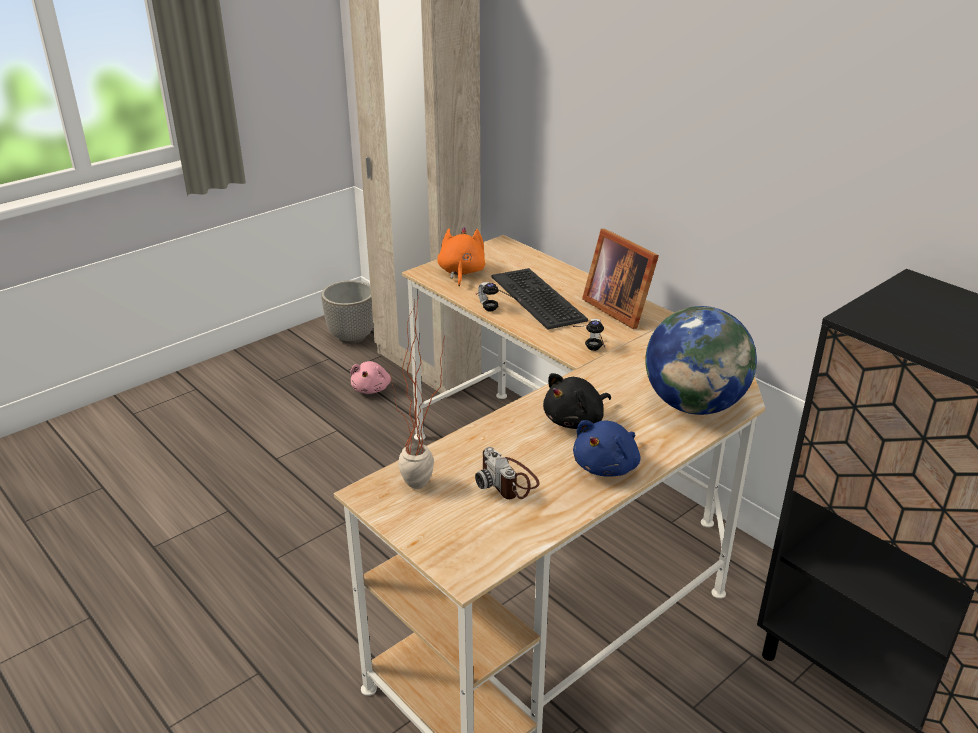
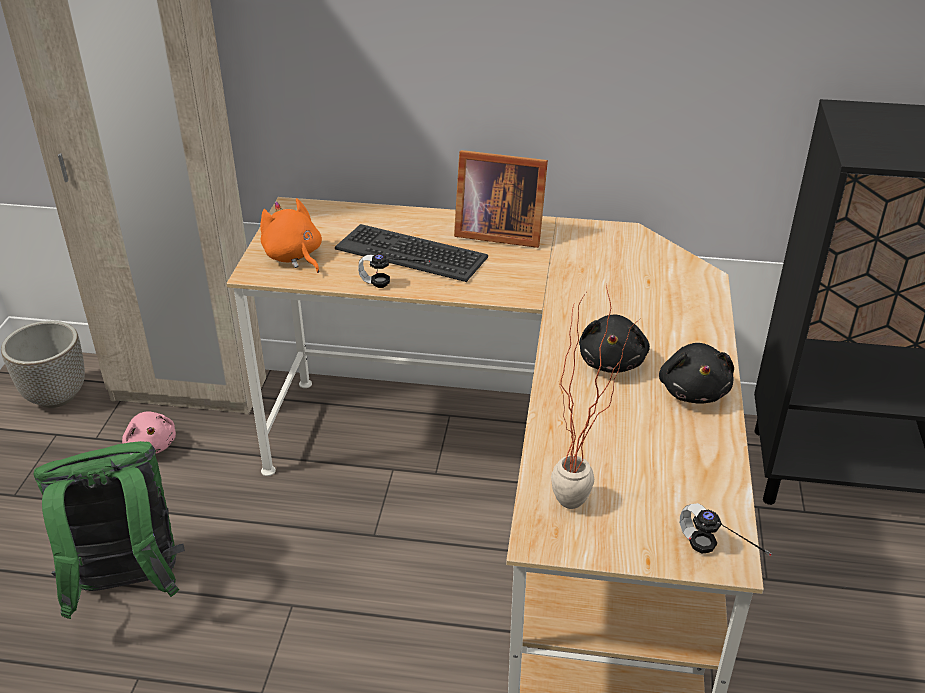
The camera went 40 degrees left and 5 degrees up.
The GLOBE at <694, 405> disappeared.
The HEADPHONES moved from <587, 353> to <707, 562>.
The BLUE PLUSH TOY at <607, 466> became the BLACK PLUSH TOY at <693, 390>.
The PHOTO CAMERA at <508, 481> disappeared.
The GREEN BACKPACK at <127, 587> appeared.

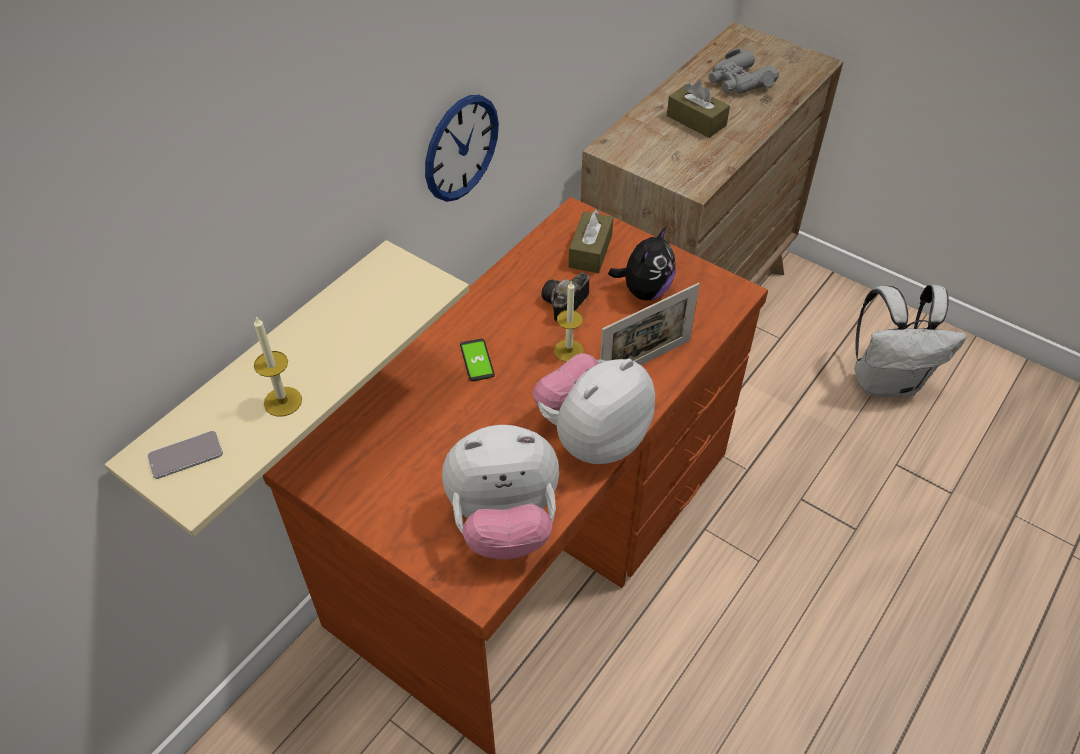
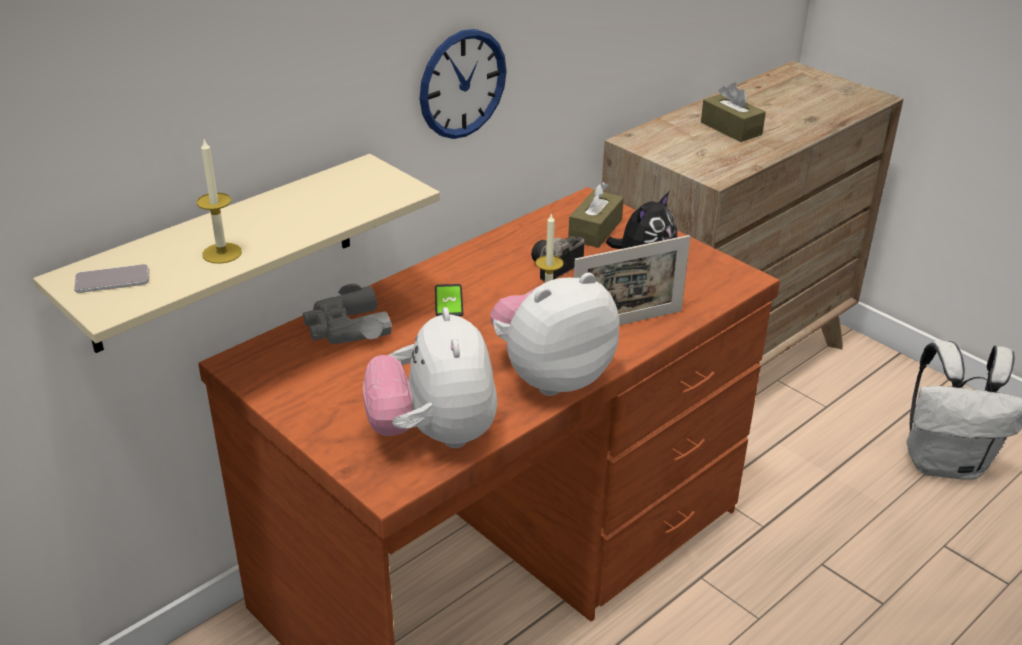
The camera went 10 degrees right and 15 degrees down.
The GREY BINOCULARS moved from <739, 81> to <346, 328>.
The PLUSH TOY at <504, 523> turned 75 degrees clockwise.

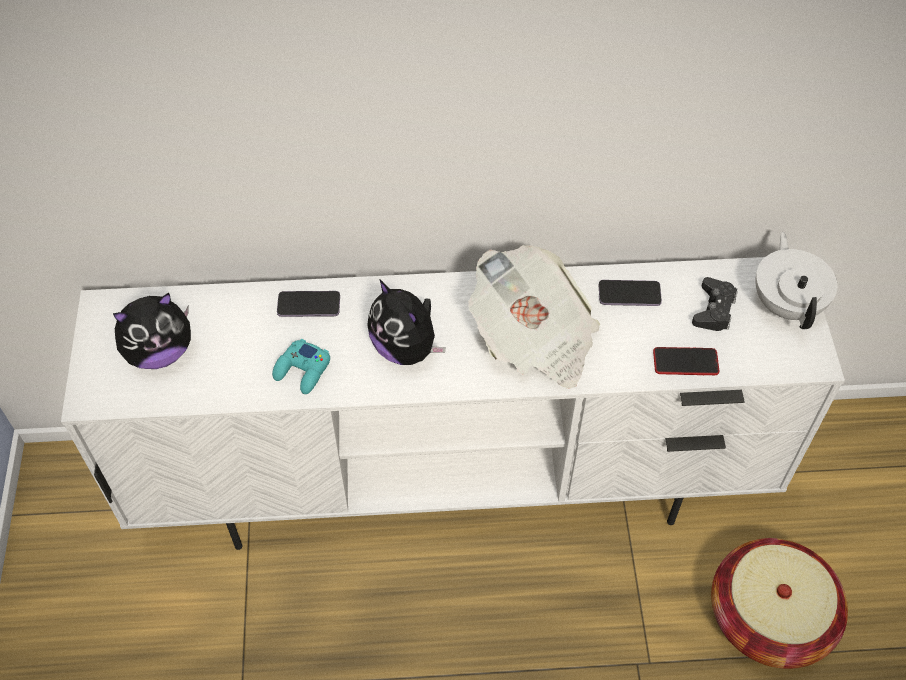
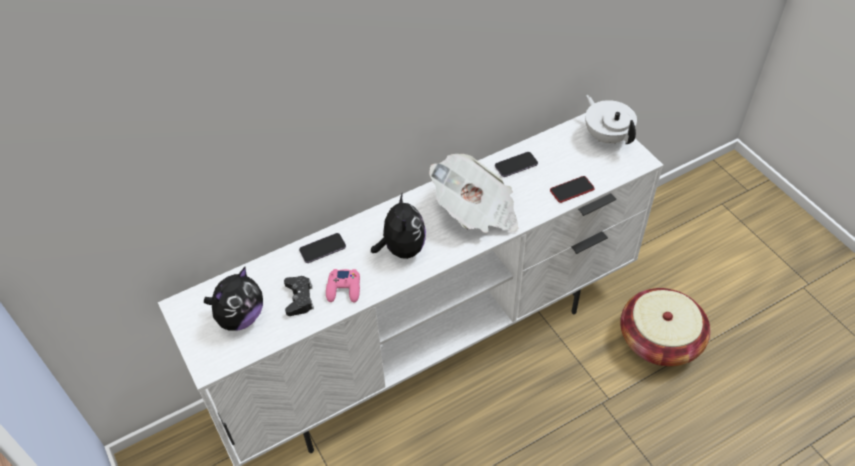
The camera went 25 degrees left and 5 degrees down.
The BLACK GAME CONTROLLER moved from <714, 309> to <299, 298>.
The PLUSH TOY at <406, 348> turned 120 degrees counterclockwise.
The TURQUOISE GAME CONTROLLER at <303, 370> became the PINK GAME CONTROLLER at <344, 289>.

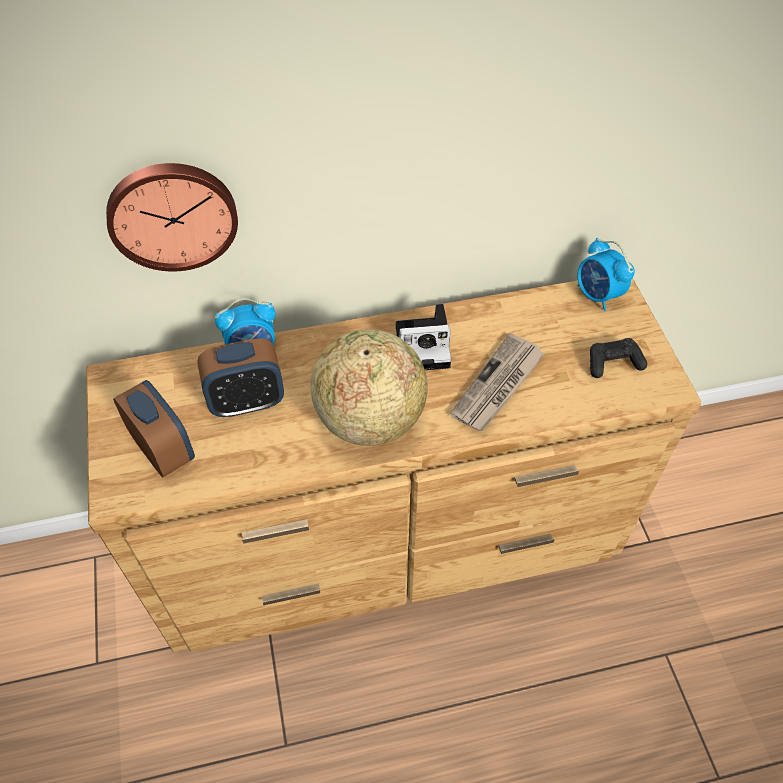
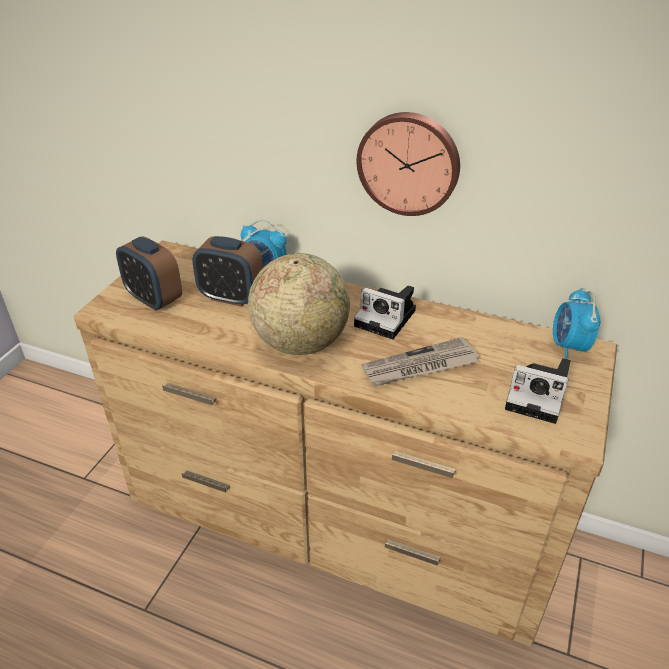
The camera went 35 degrees right and 15 degrees down.
The WALL CLOCK moved from <172, 214> to <409, 163>.
The BLACK GAME CONTROLLER at <613, 363> was replaced by the PHOTO CAMERA at <538, 396>.
The ALARM CLOCK at <164, 450> turned 135 degrees clockwise.

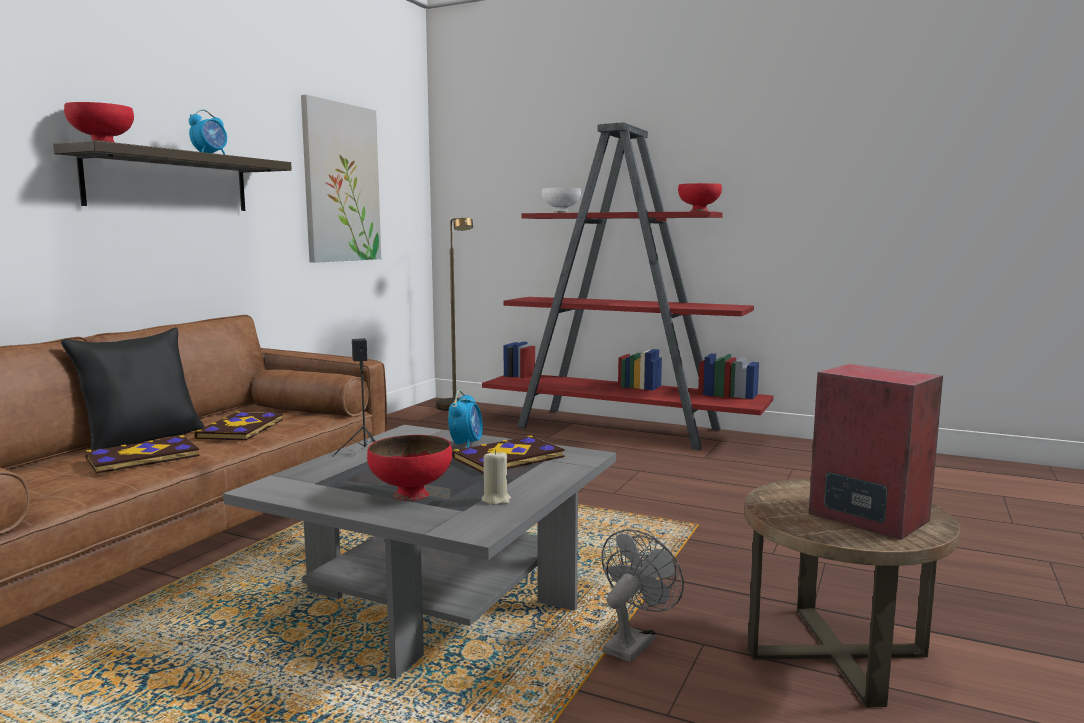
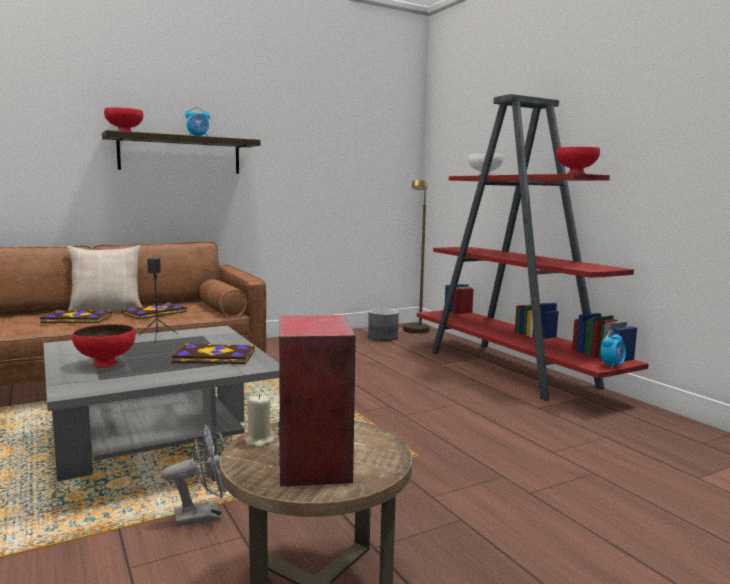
The camera went 35 degrees right and 0 degrees up.
The PICTURE at <341, 183> disappeared.
The BLACK PILLOW at <142, 439> became the BEIGE PILLOW at <107, 310>.
The ALARM CLOCK moved from <466, 444> to <612, 365>.
The BEIGE CANDLE moved from <496, 500> to <259, 441>.
The GREY PLANTER at <383, 337> appeared.

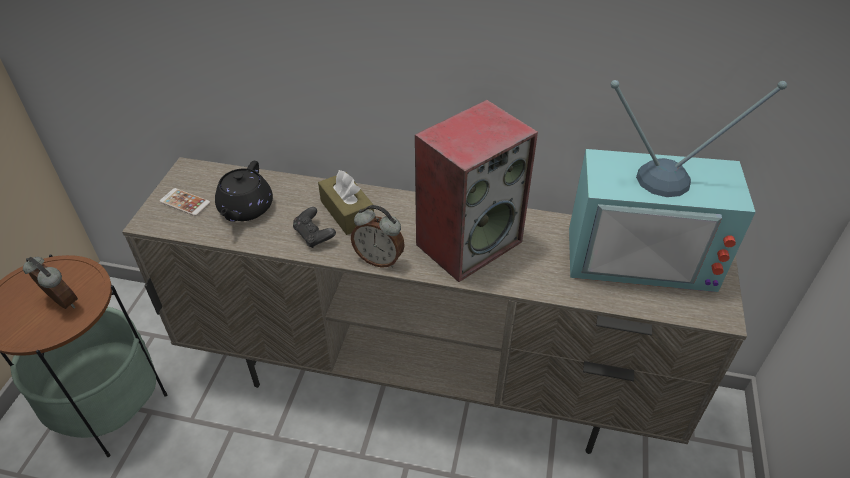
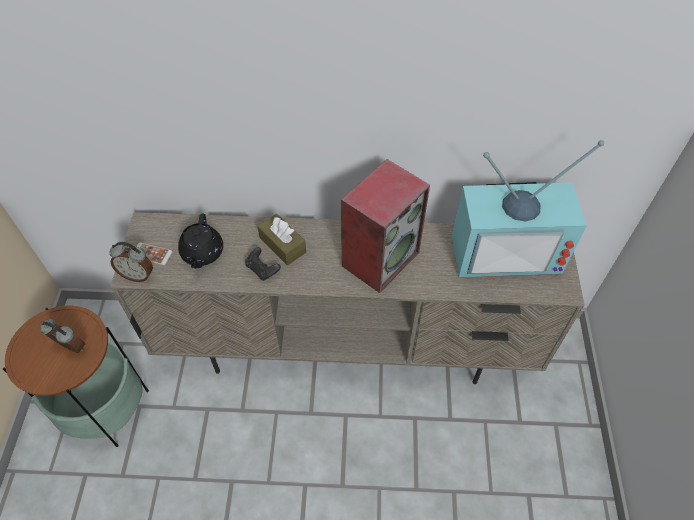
The camera went 10 degrees left and 10 degrees up.
The ALARM CLOCK moved from <379, 259> to <138, 275>.

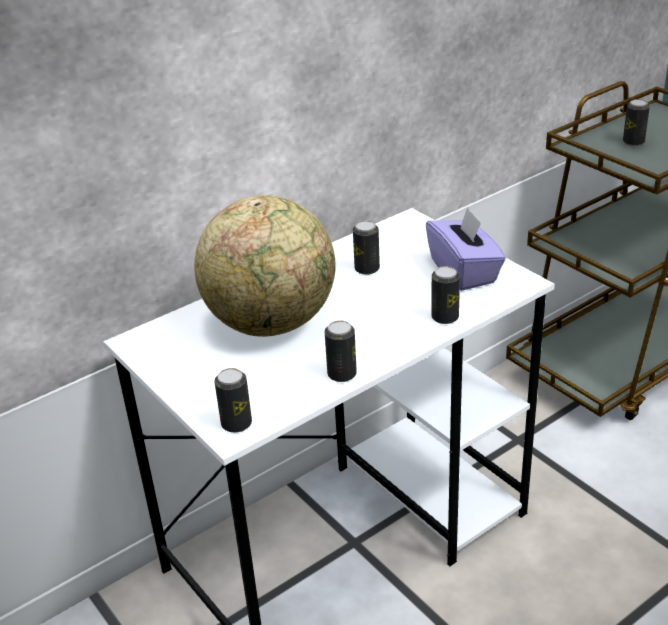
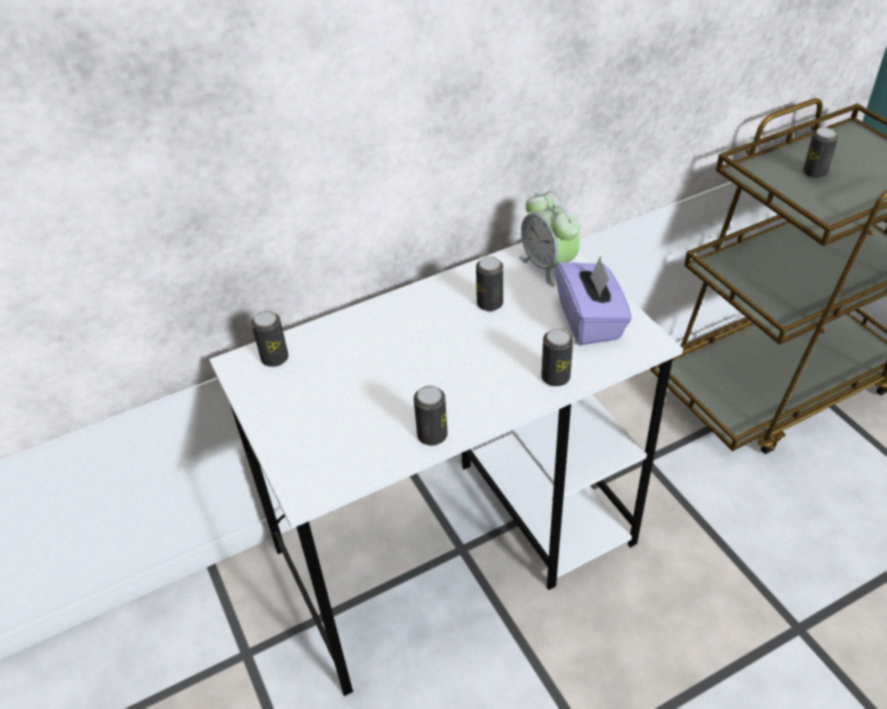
The camera went 10 degrees right and 10 degrees up.
The GLOBE at <272, 323> disappeared.
The CAN moved from <236, 424> to <275, 358>.
The ALARM CLOCK at <548, 266> appeared.

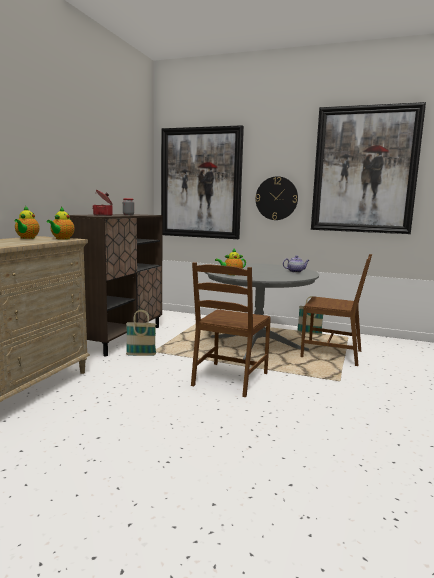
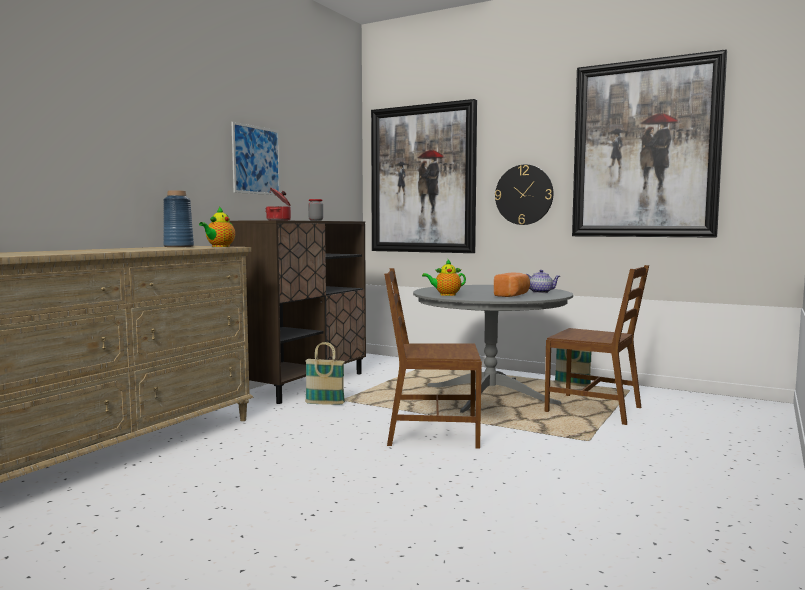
The camera went 10 degrees right and 5 degrees down.
The TEAPOT at <27, 238> was replaced by the BLUE VASE at <178, 246>.
The BROWN CHAIR at <229, 379> turned 60 degrees clockwise.
The PICTURE at <256, 160> appeared.
The BREAD at <513, 295> appeared.

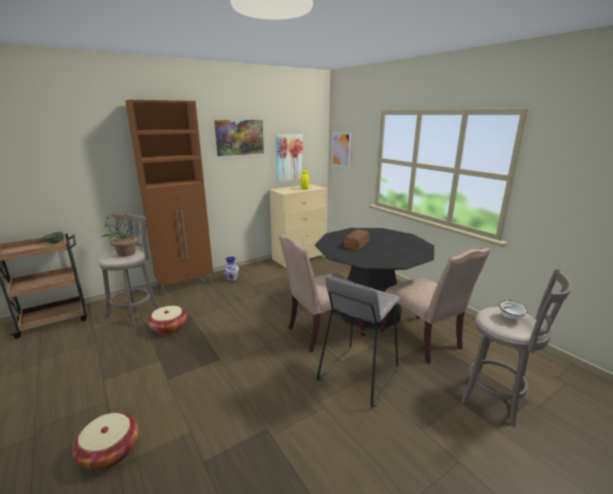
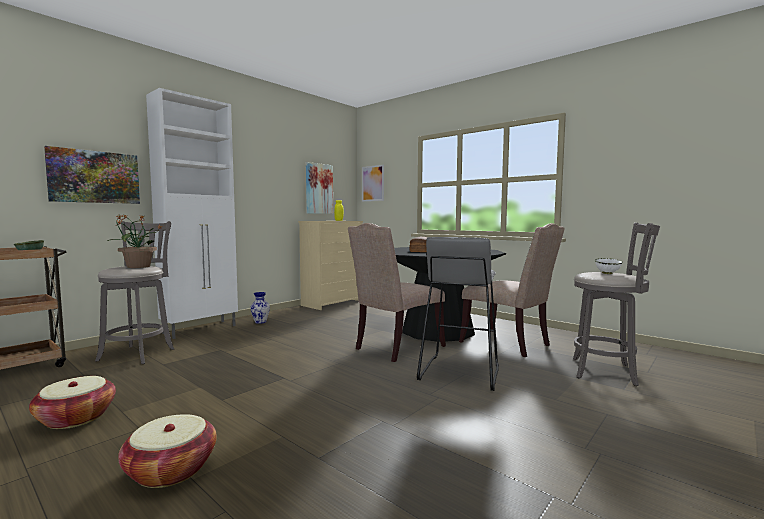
The camera went 15 degrees left and 15 degrees down.
The BROWN CABINET at <186, 285> became the WHITE CABINET at <201, 329>.
The PICTURE moved from <239, 137> to <94, 177>.
The BASKET moved from <169, 328> to <76, 418>.

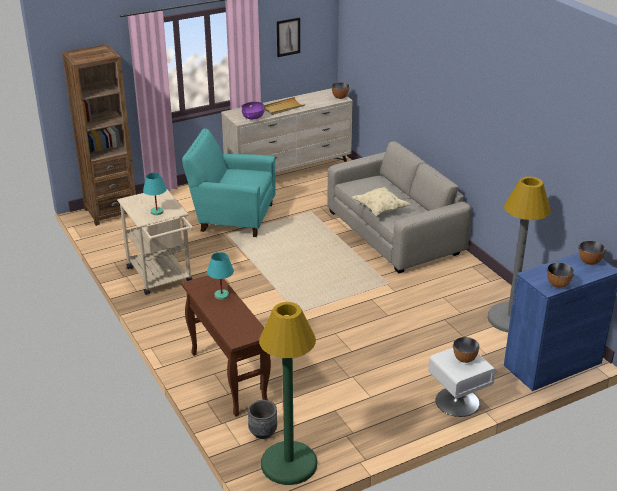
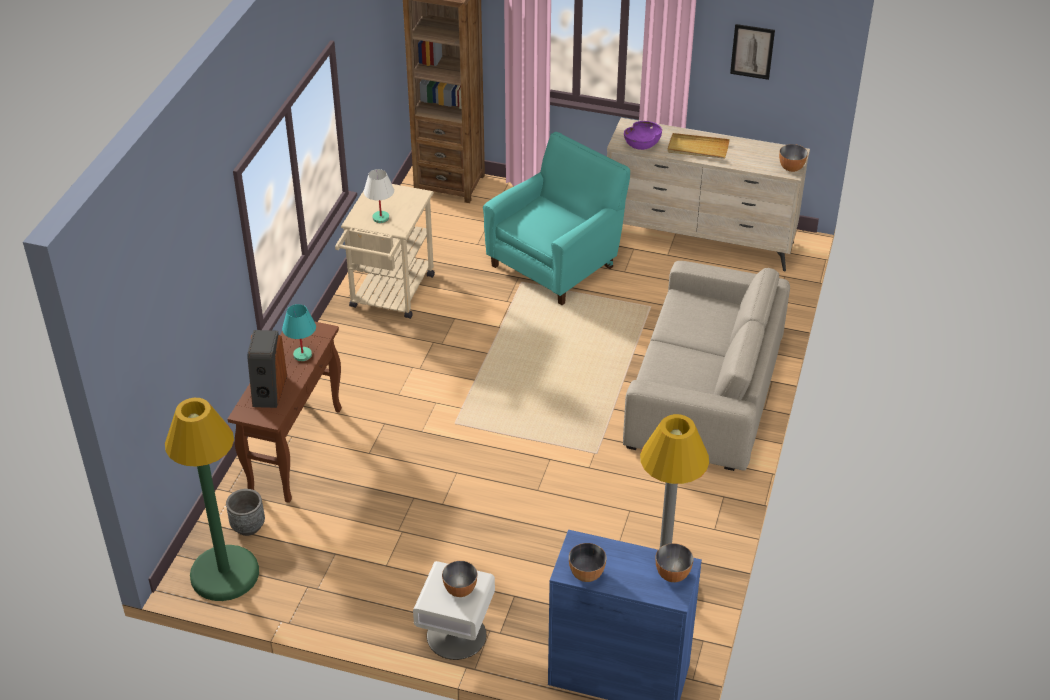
The camera went 45 degrees right and 10 degrees up.
The TURQUOISE ARMCHAIR at <232, 217> turned 75 degrees clockwise.
The TURQUOISE TABLE LAMP at <157, 212> became the WHITE TABLE LAMP at <381, 218>.
The BEIGE PILLOW at <380, 209> disappeared.
The SPEAKER at <268, 390> appeared.

